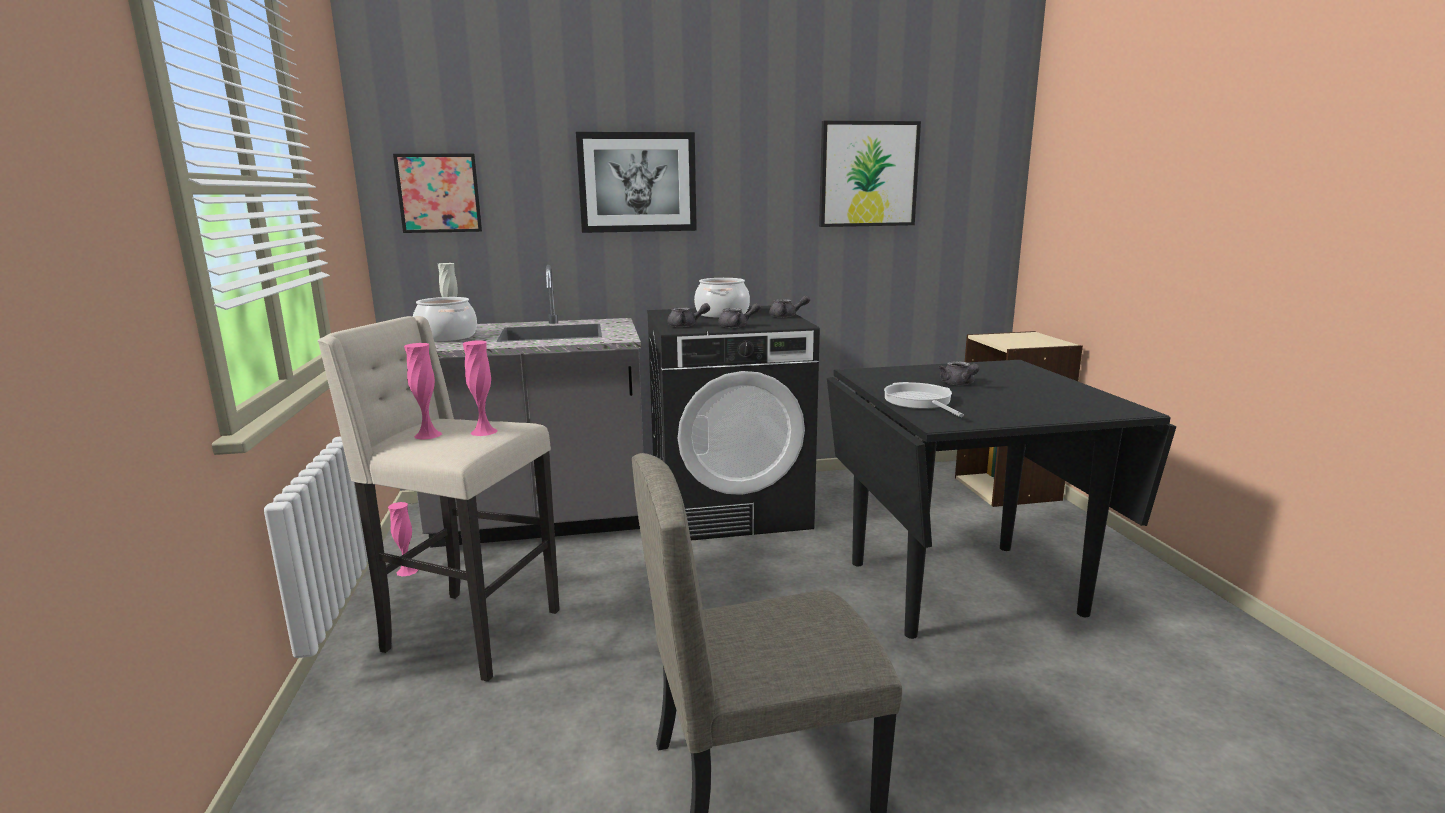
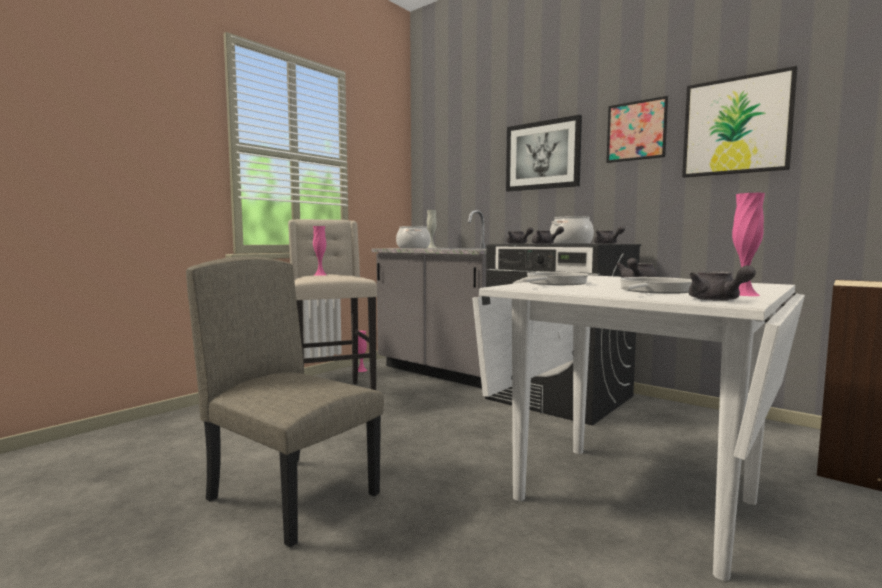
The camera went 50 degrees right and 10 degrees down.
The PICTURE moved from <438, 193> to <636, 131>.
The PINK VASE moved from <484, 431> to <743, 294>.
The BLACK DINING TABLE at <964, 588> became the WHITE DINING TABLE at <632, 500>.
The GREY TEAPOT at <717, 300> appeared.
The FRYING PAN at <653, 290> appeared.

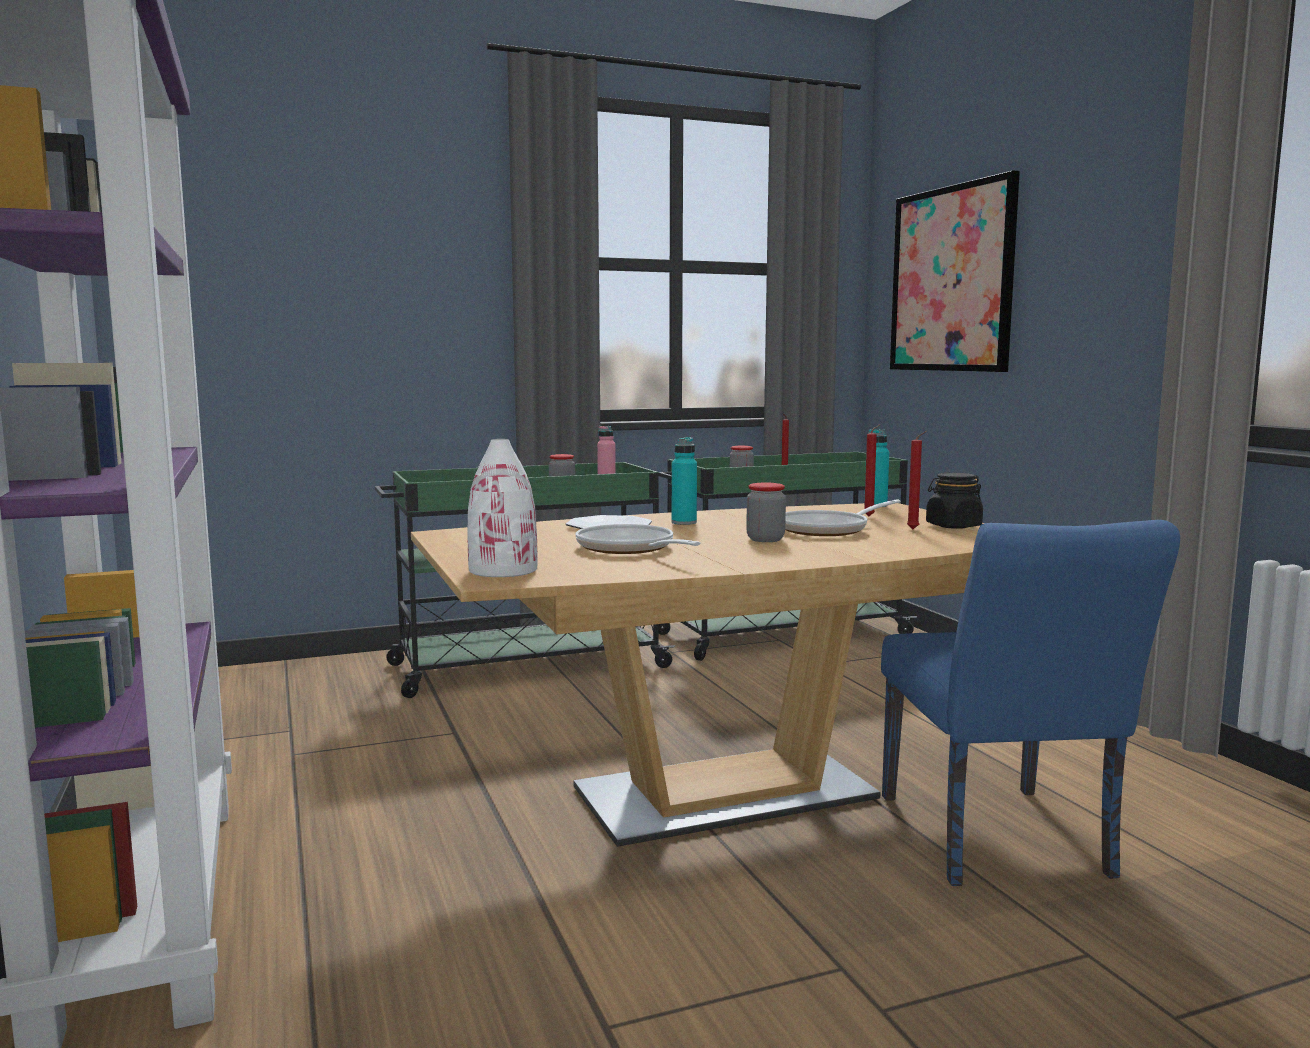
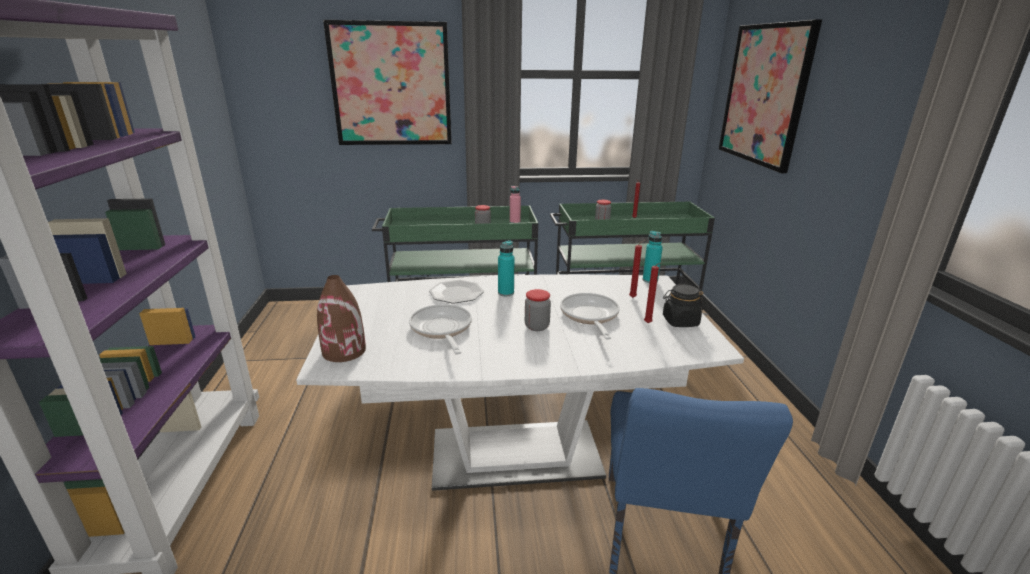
The camera went 15 degrees right and 15 degrees up.
The WHITE VASE at <504, 570> became the BROWN VASE at <344, 351>.
The FRYING PAN at <828, 530> turned 105 degrees clockwise.
The BROWN DINING TABLE at <724, 794> became the WHITE DINING TABLE at <515, 454>.
The PICTURE at <391, 85> appeared.

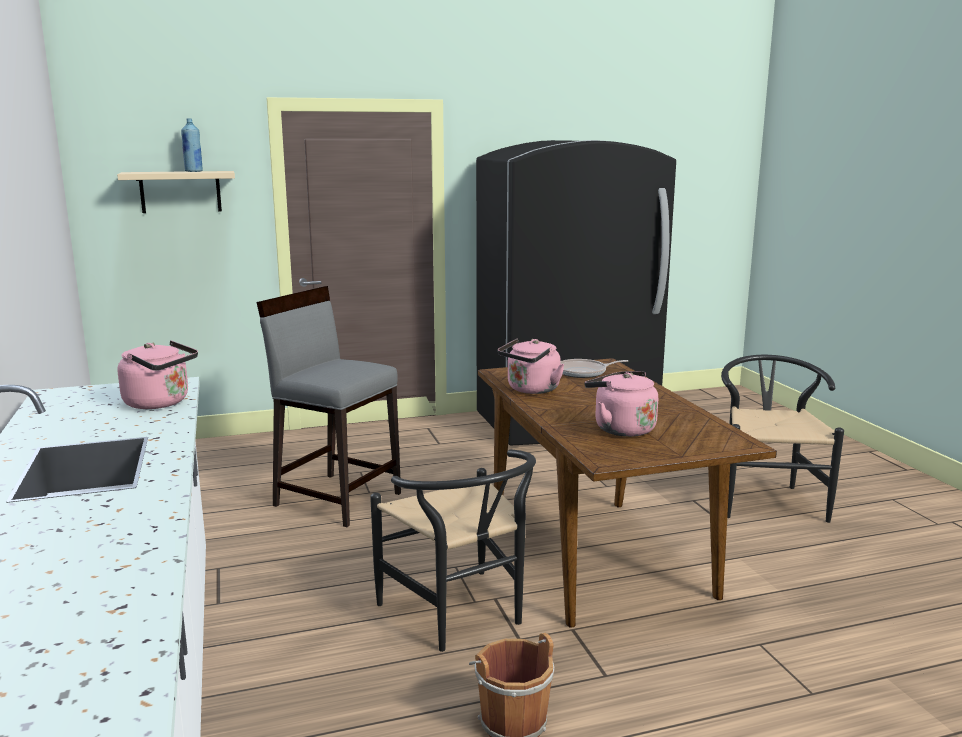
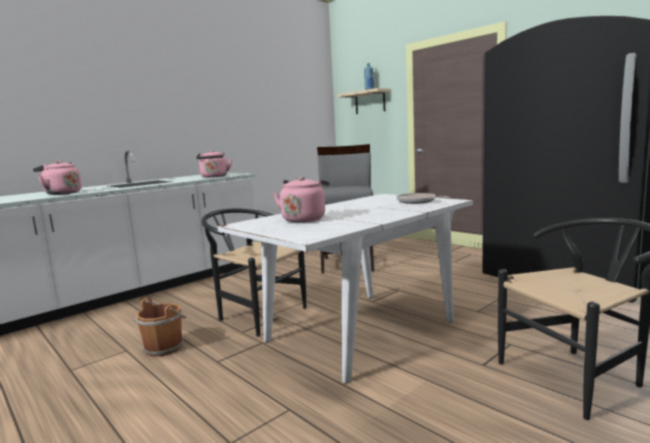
The camera went 65 degrees right and 5 degrees down.
The PINK KETTLE moved from <531, 390> to <61, 193>.
The BROWN DINING TABLE at <598, 558> became the WHITE DINING TABLE at <359, 331>.
The BLACK CHAIR at <460, 616> turned 90 degrees clockwise.

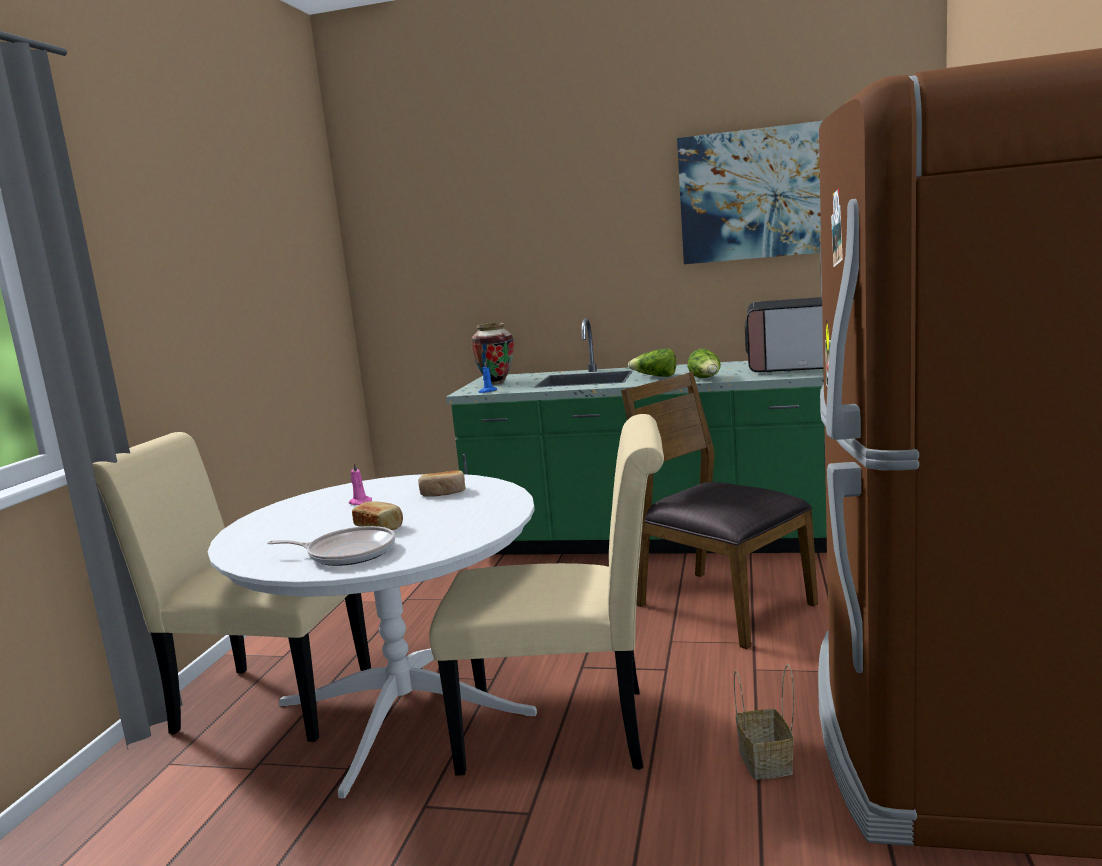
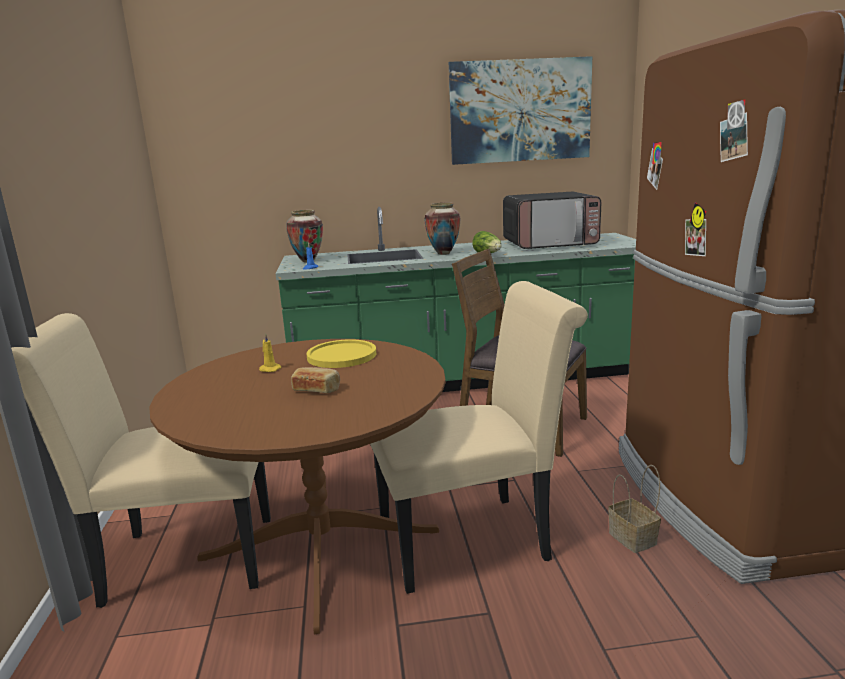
The camera went 20 degrees left and 5 degrees up.
The LETTUCE at <655, 377> was replaced by the VASE at <443, 253>.
The PINK CANDLE at <359, 502> became the YELLOW CANDLE at <269, 369>.
The BREAD at <443, 493> was replaced by the YELLOW PLATE at <341, 355>.
The WHITE DINING TABLE at <404, 709> became the BROWN DINING TABLE at <321, 545>.
The FRYING PAN at <347, 553> disappeared.

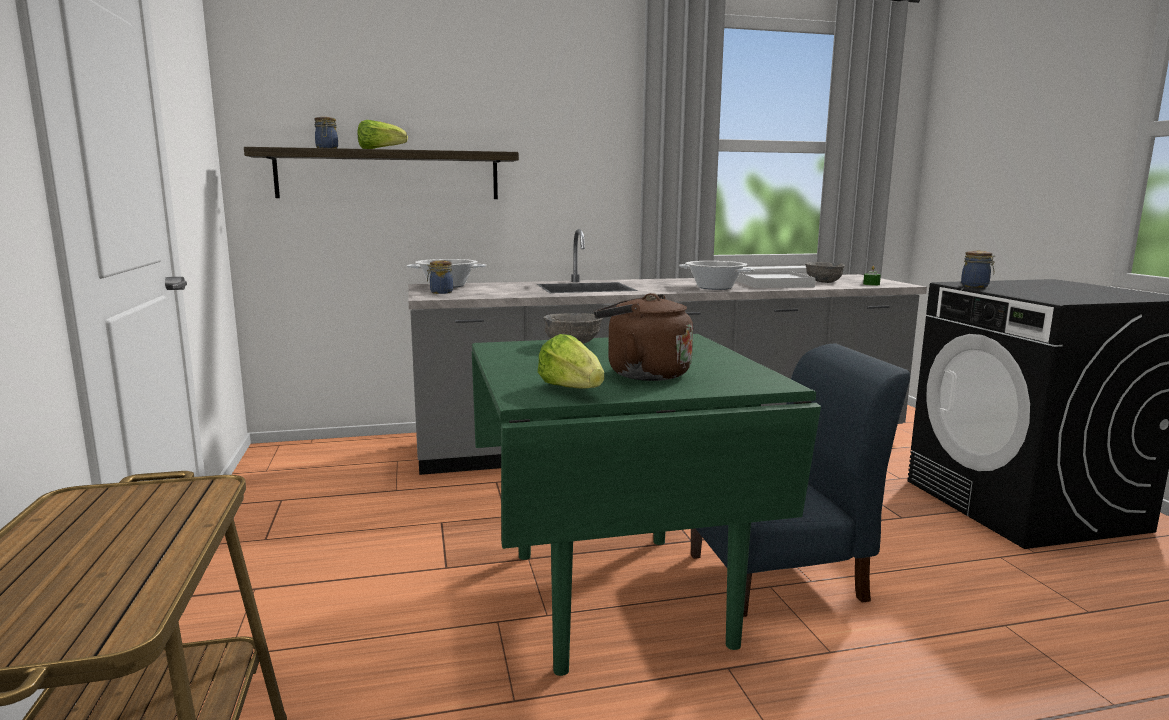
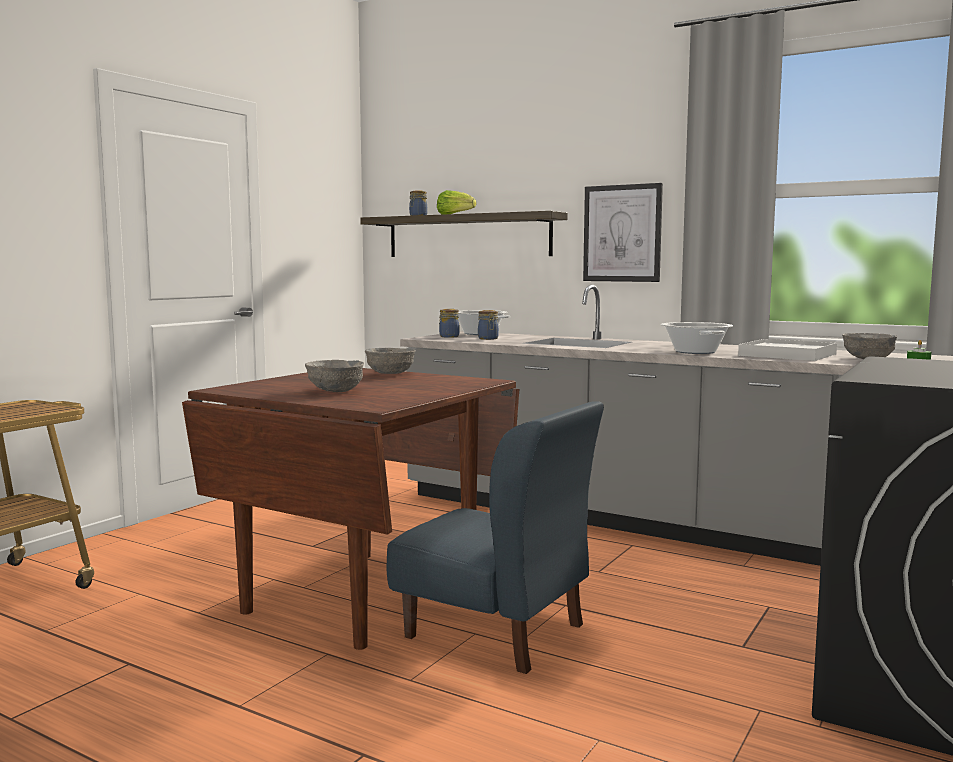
The camera went 45 degrees right and 5 degrees down.
The JAR moved from <976, 286> to <488, 339>.
The BROWN KETTLE at <642, 374> was replaced by the GREY BOWL at <335, 390>.
The GREEN DINING TABLE at <615, 596> became the BROWN DINING TABLE at <361, 595>.
The LETTUCE at <572, 389> disappeared.
The PICTURE at <622, 233> appeared.

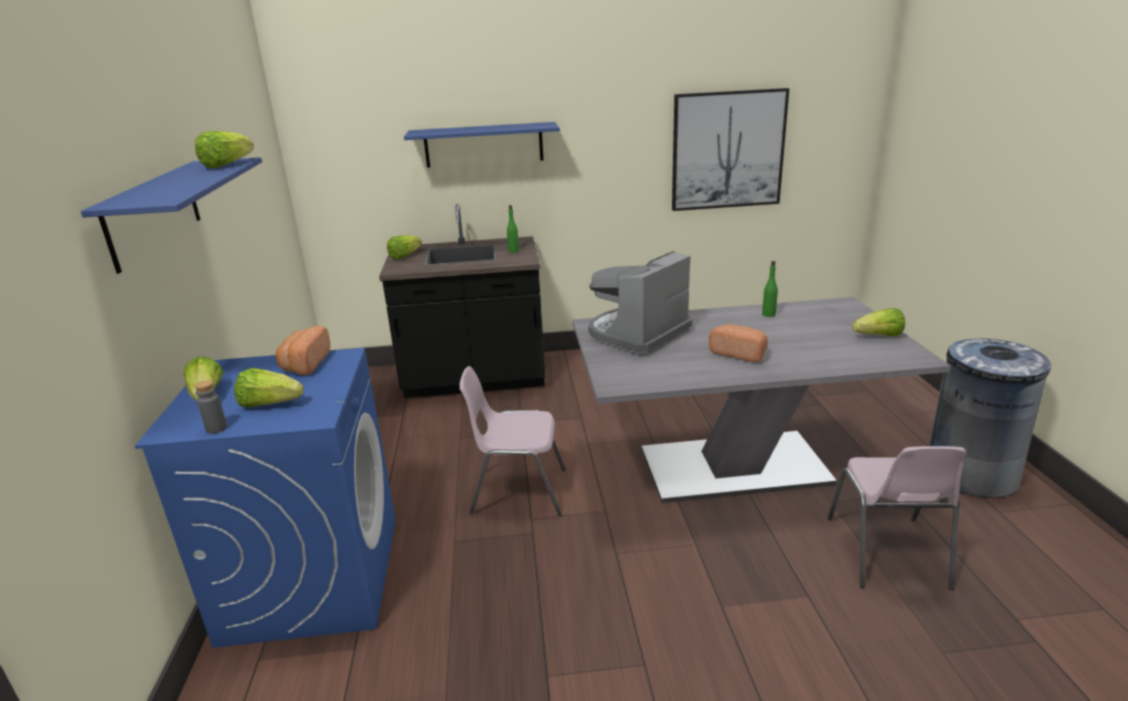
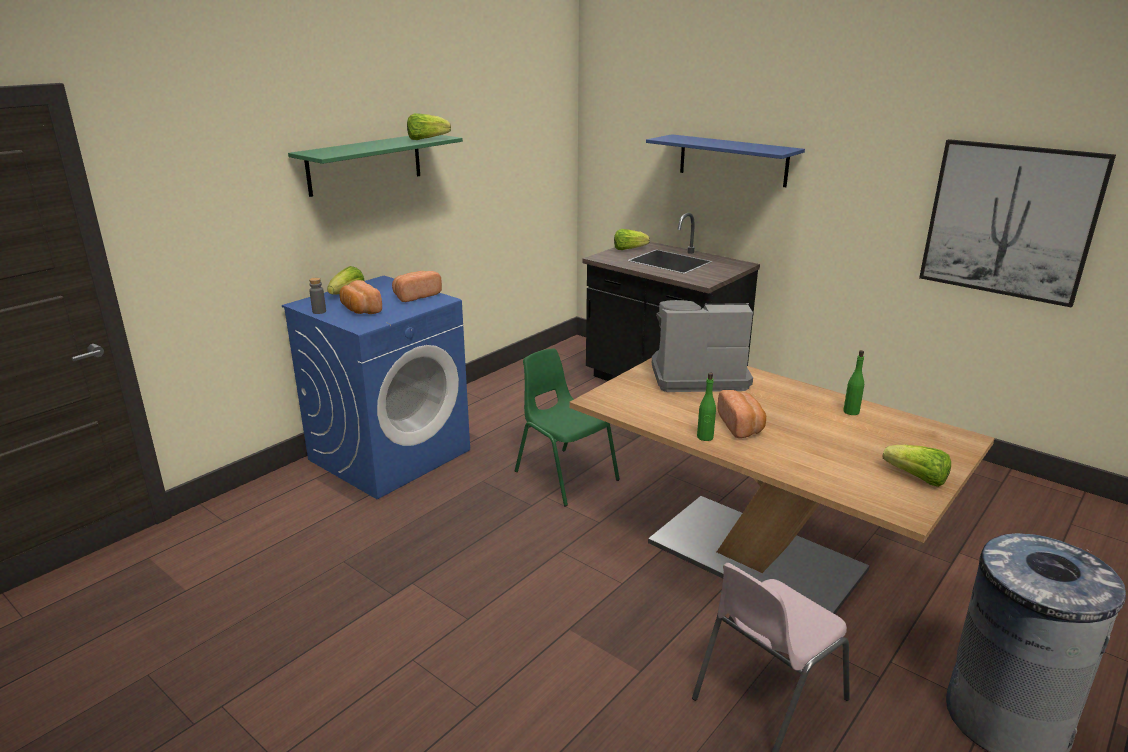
The camera went 45 degrees right and 0 degrees up.
The BLUE SHELF at <154, 213> became the GREEN SHELF at <365, 164>.
The GREEN BOTTLE moved from <513, 251> to <705, 437>.
The GREY DINING TABLE at <733, 466> became the BROWN DINING TABLE at <755, 556>.
The PINK CHAIR at <517, 491> became the GREEN CHAIR at <565, 475>.
The LETTUCE at <270, 404> was replaced by the BREAD at <360, 310>.

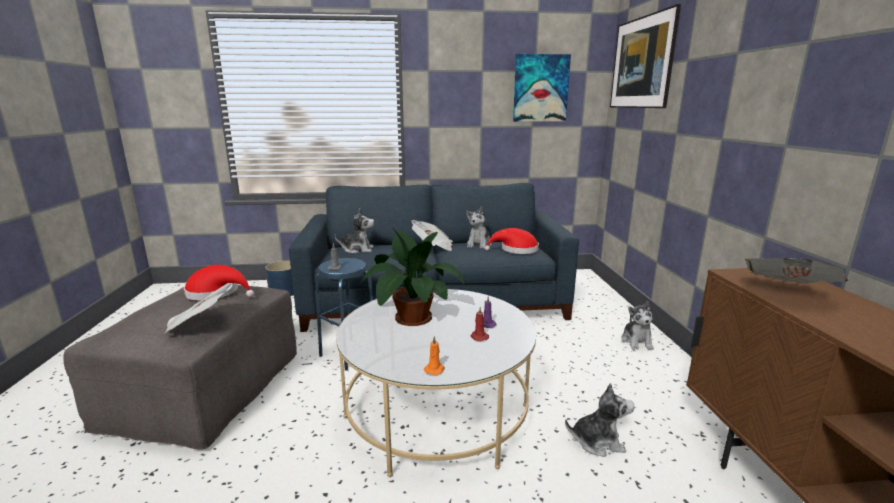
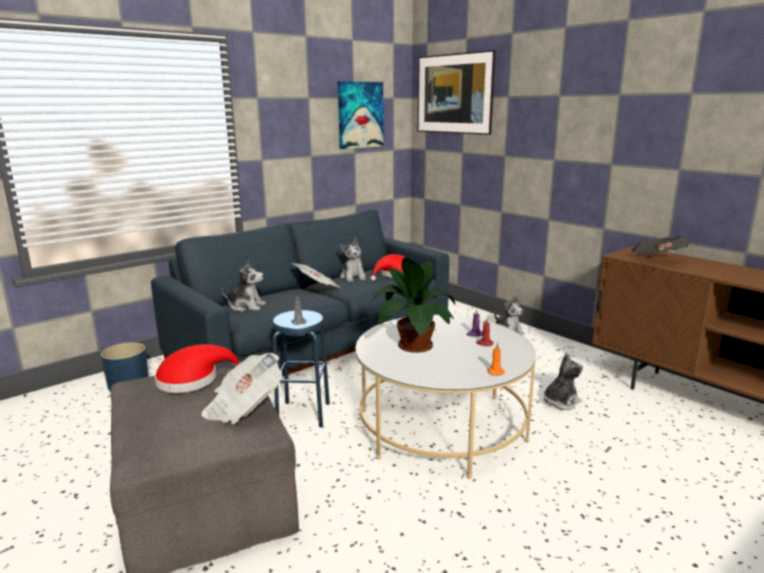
The camera went 35 degrees left and 0 degrees up.
The PLUSH TOY at <357, 250> turned 45 degrees clockwise.

